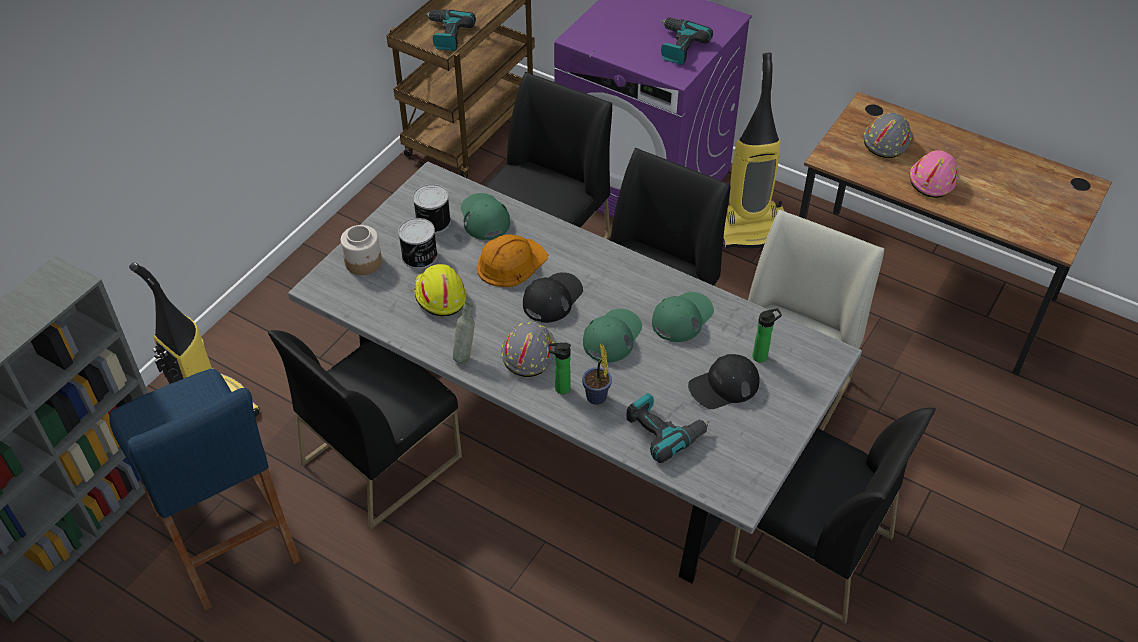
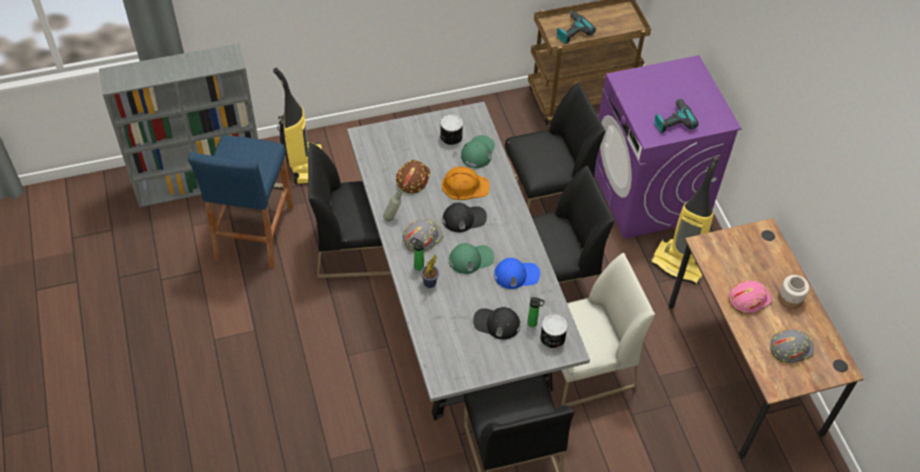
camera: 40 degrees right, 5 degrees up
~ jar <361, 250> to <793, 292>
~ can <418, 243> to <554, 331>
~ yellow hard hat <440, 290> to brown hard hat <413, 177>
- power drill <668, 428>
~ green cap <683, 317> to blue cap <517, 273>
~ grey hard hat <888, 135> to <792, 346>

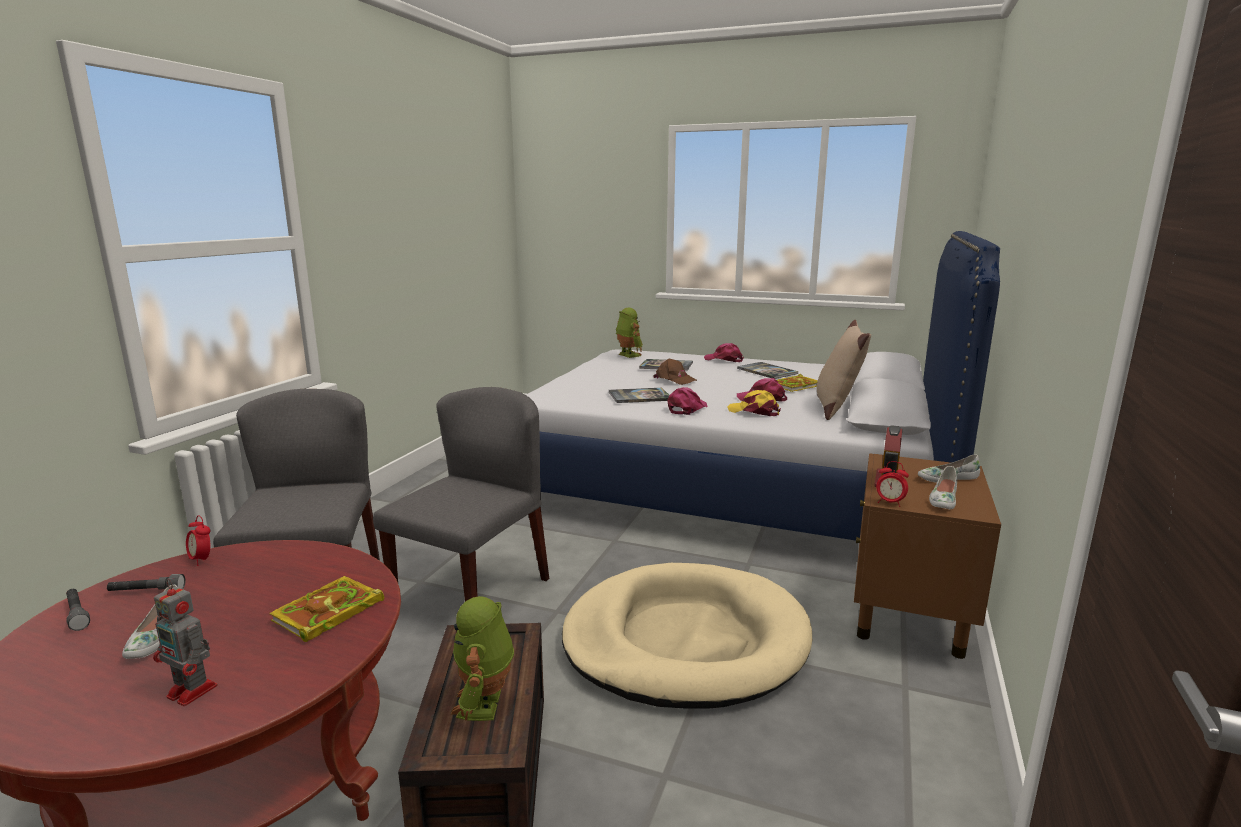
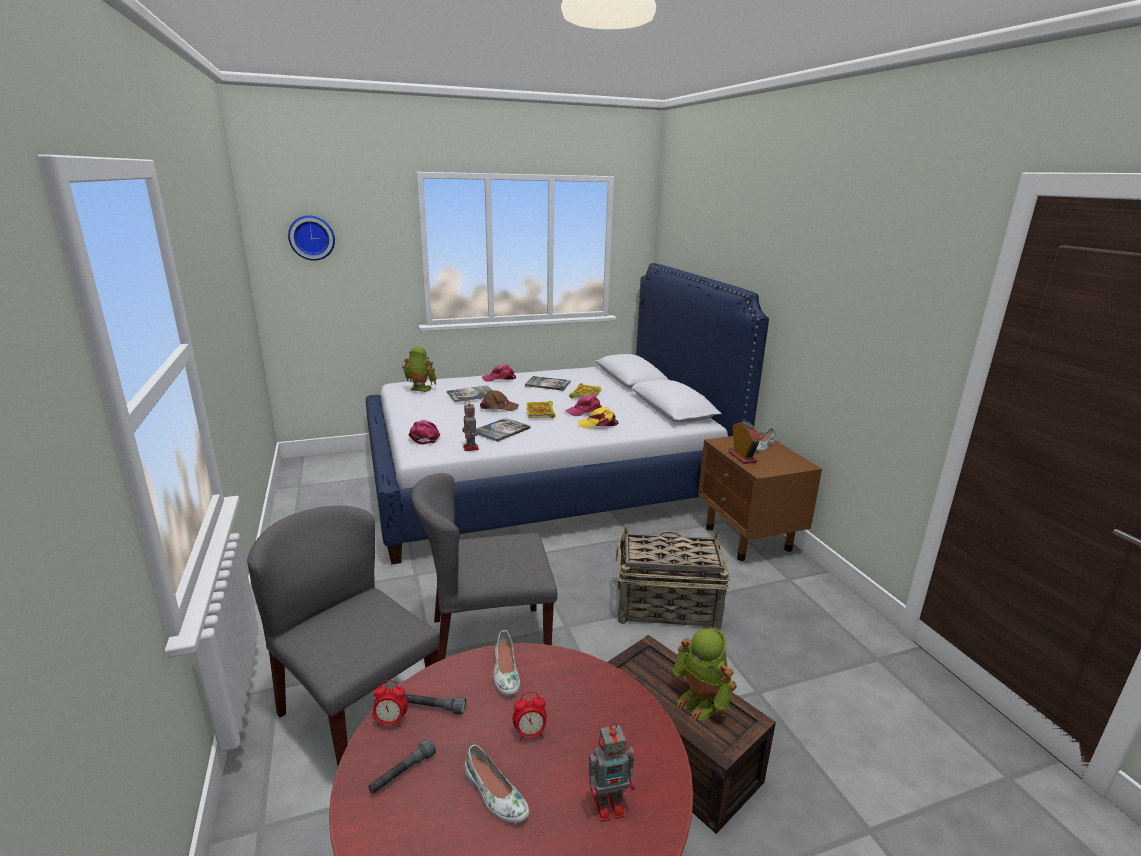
camera: 40 degrees left, 5 degrees up
~ grey flashlight <78, 610> to <435, 704>
~ book <327, 609> to <541, 409>
~ grey chair <461, 494> = <484, 567> 90 degrees counterclockwise
~ beige dog bed <687, 636> to basket <673, 578>
~ pink cap <687, 401> to <424, 432>
- beige pillow <844, 370>
~ alarm clock <892, 484> to <529, 717>
~ white shoe <943, 487> to <506, 662>
+ wall clock <311, 238>
+ toy robot <470, 426>

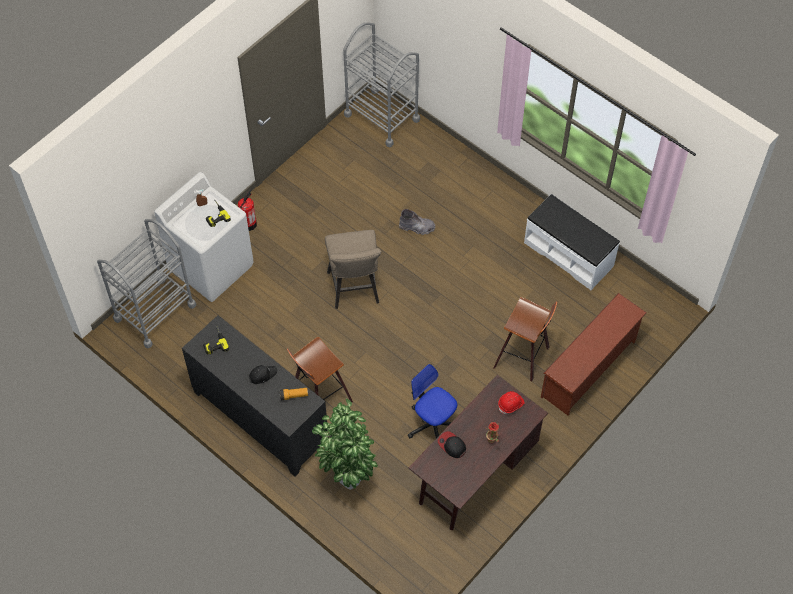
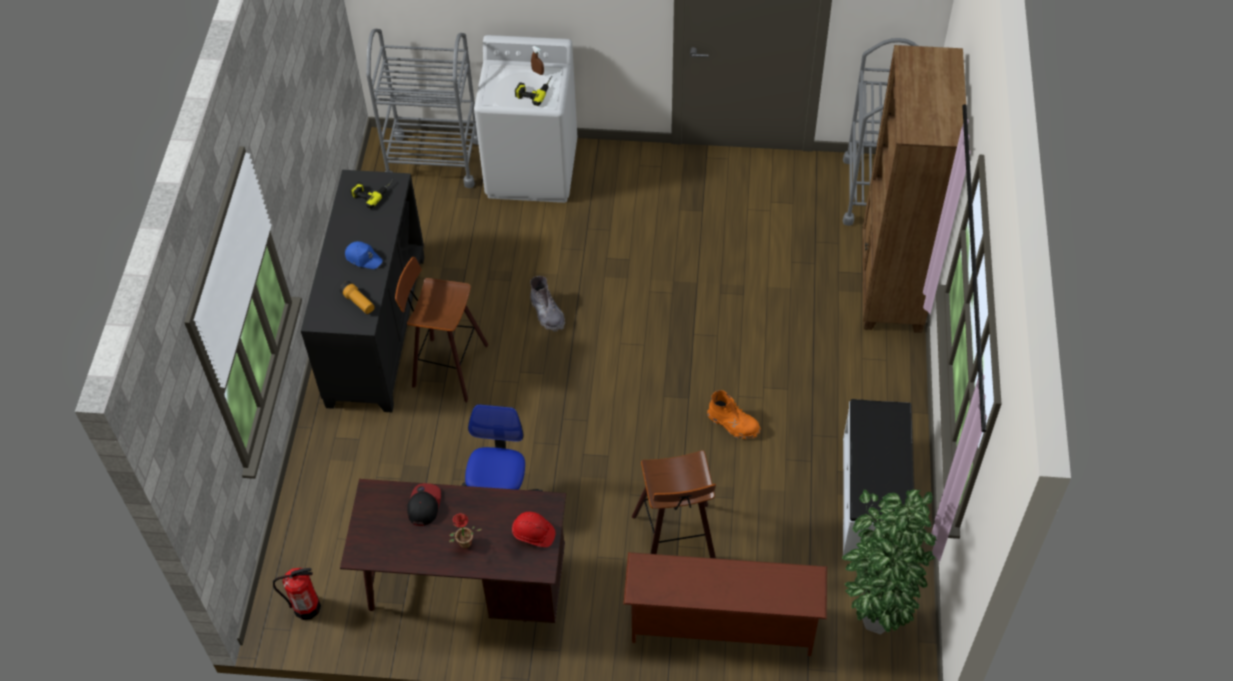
camera: 55 degrees right, 5 degrees down
~ fire extinguisher <247, 210> to <297, 594>
~ black cap <263, 374> to blue cap <364, 255>
~ potted plant <345, 444> to <889, 562>
- beige stool <353, 269>
~ grey boot <417, 222> to <547, 304>
+ orange boot <734, 415>
+ brown bookcase <914, 189>

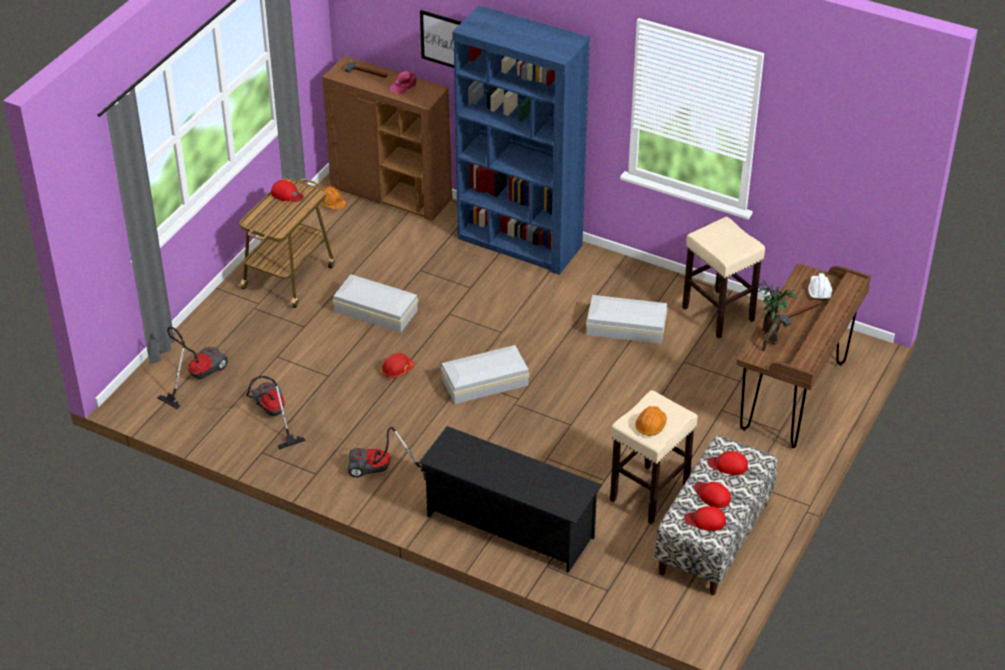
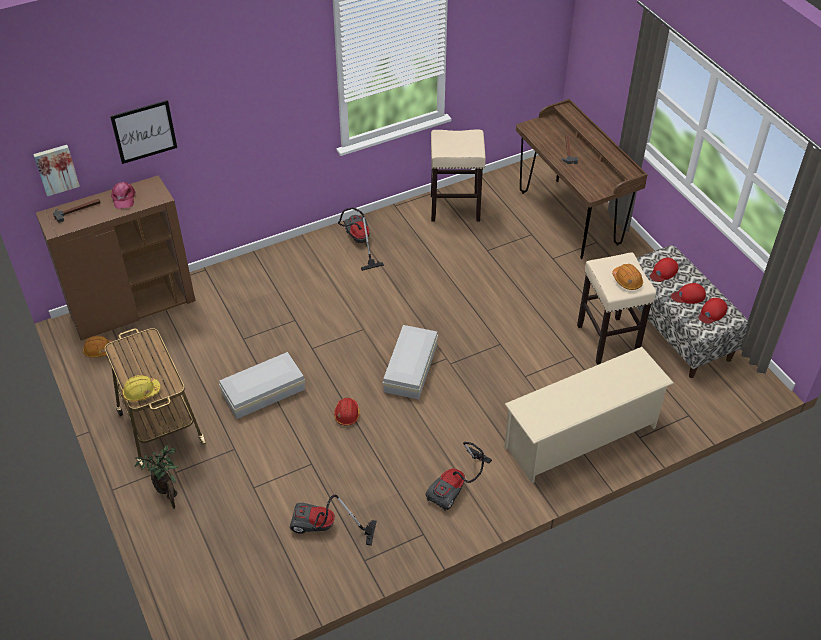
camera: 55 degrees left, 5 degrees up
~ vacuum cleaner <192, 367> to <361, 239>
- red cap <287, 191>
~ black shoe rack <510, 499> to beige shoe rack <589, 415>
- blue bookcase <521, 140>
- white storage box <627, 319>
~ potted plant <777, 315> to <156, 477>
- white hard hat <820, 286>
+ picture <56, 170>
+ yellow hard hat <141, 388>

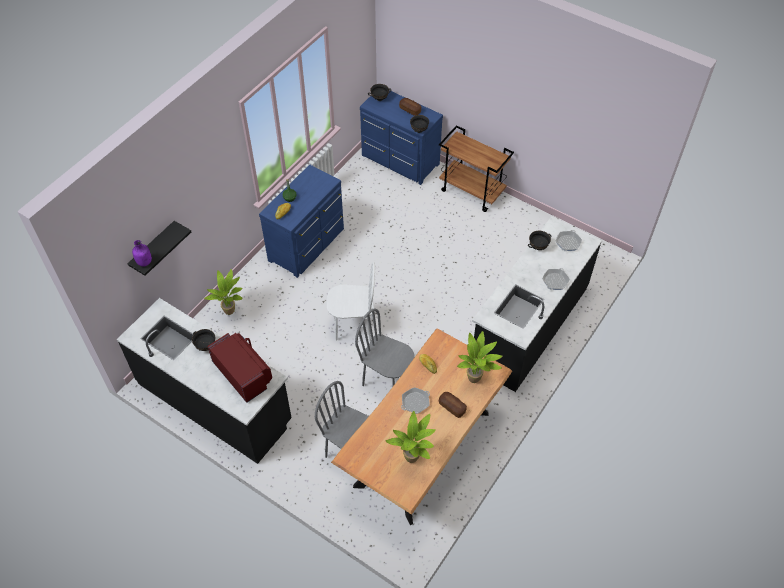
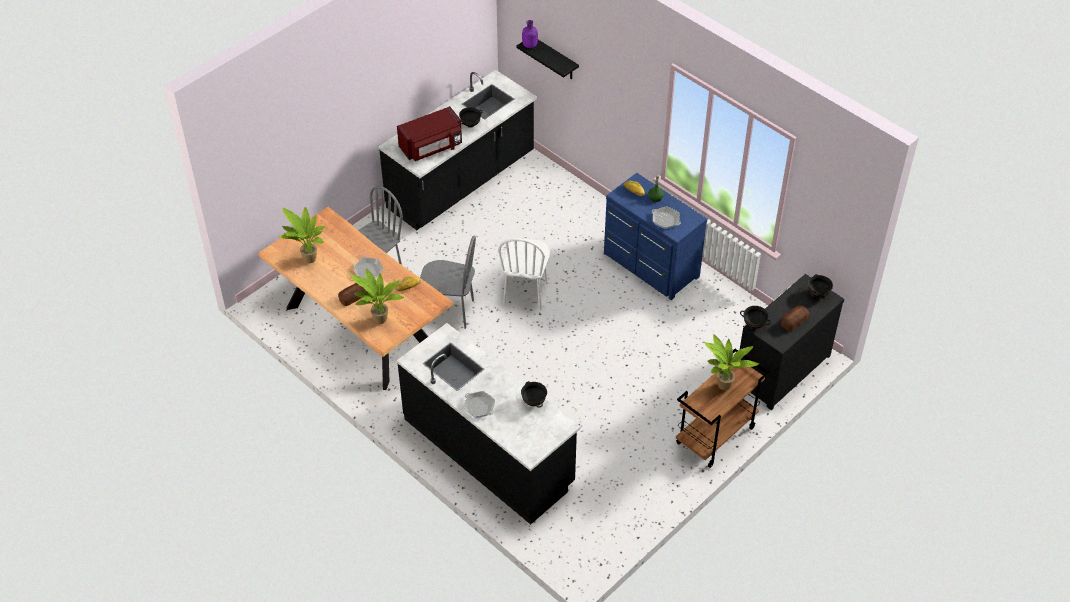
camera: 100 degrees right, 5 degrees down
~ potted plant <223, 292> to <732, 362>
~ grey chair <384, 348> = <448, 282> 60 degrees clockwise
~ blue dresser <401, 137> to black dresser <792, 342>
~ frying pan <569, 240> to <666, 217>

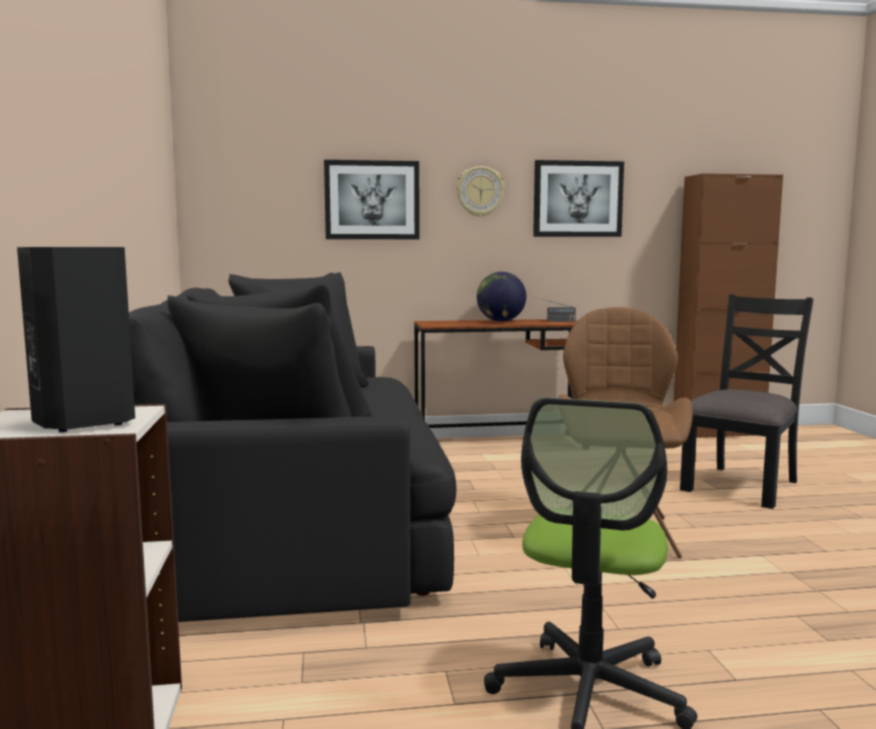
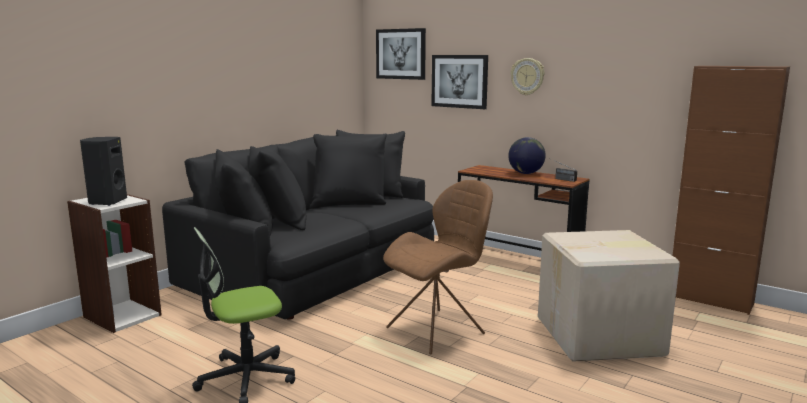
camera: 45 degrees right, 5 degrees up
~ picture <578, 198> to <401, 54>
~ black chair <747, 401> to cardboard box <609, 296>

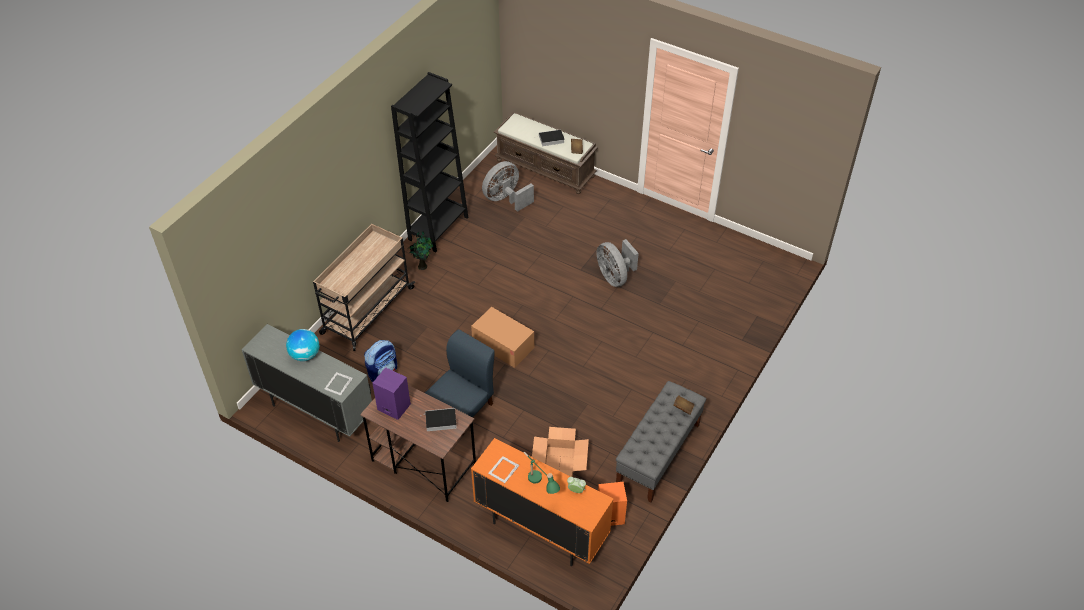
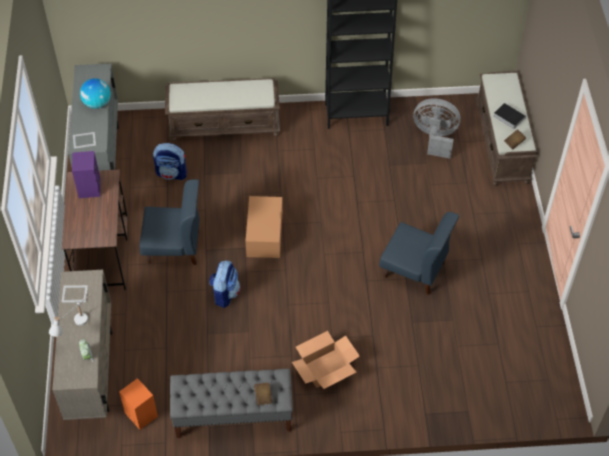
camera: 55 degrees right, 5 degrees up
~ beige cart <364, 287> to brown bench <222, 110>
- potted plant <421, 250>
- book <438, 419>
~ orange cabinet <542, 502> to beige cabinet <82, 345>
~ green table lamp <542, 473> to white table lamp <70, 315>
~ cardboard box <560, 452> to <326, 360>
~ grey fan <618, 263> to blue chair <419, 253>
+ backpack <225, 284>

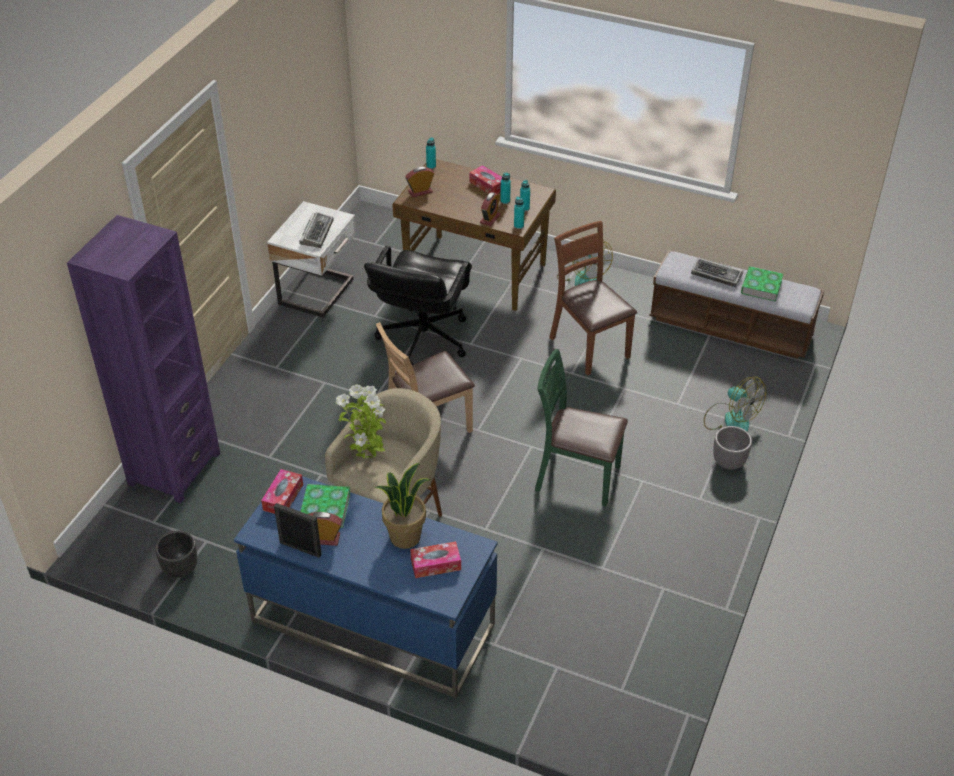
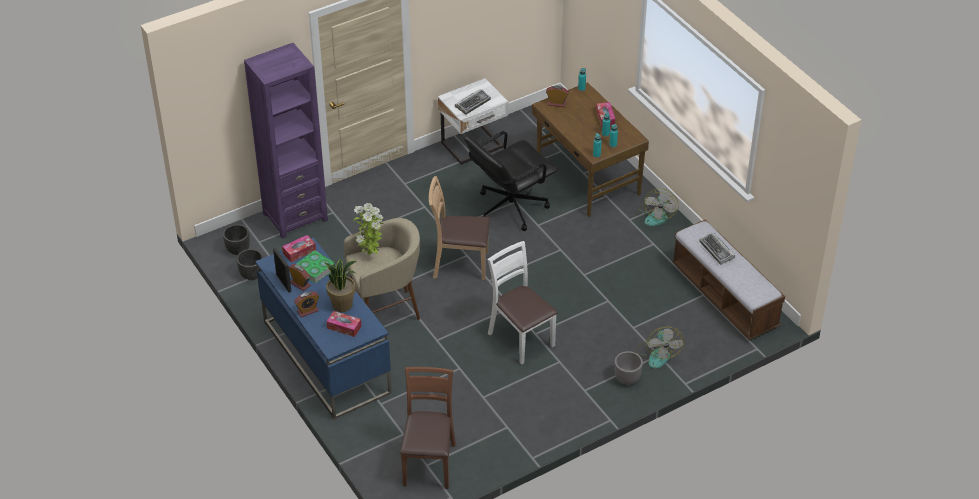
camera: 35 degrees right, 0 degrees up
~ alarm clock <490, 209> to <306, 304>
~ green chair <581, 427> to white chair <523, 303>
~ brown chair <593, 298> to <428, 428>
- book <762, 284>
+ black planter <236, 239>

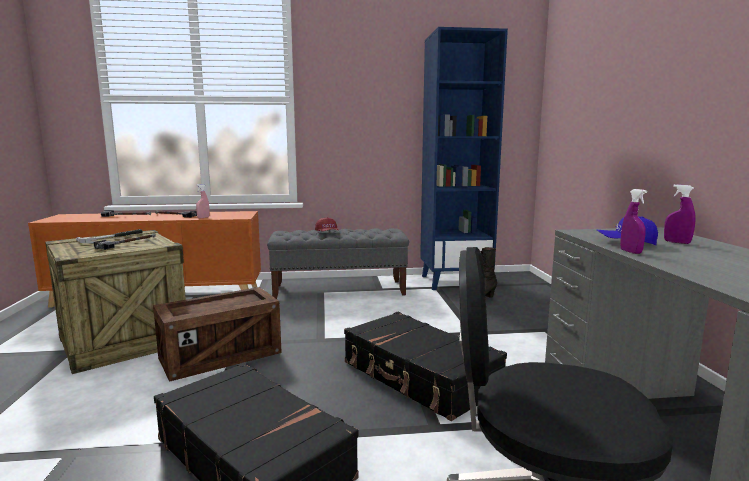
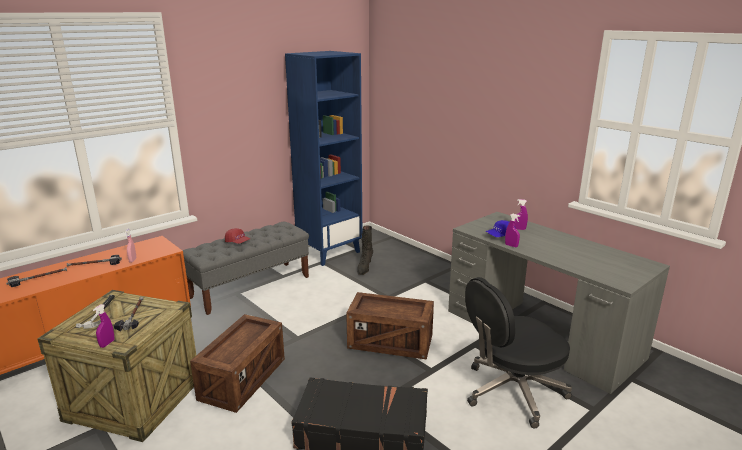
camera: 35 degrees left, 10 degrees up
~ black suitcase <425, 366> to crate <390, 326>
+ purple spray bottle <103, 326>

